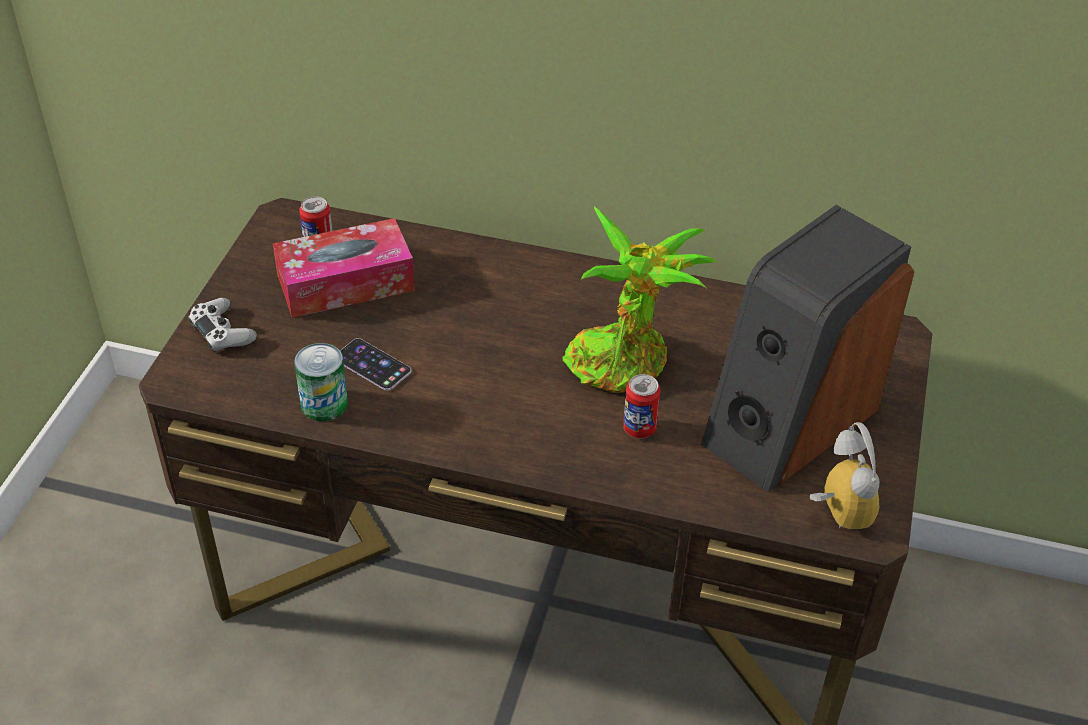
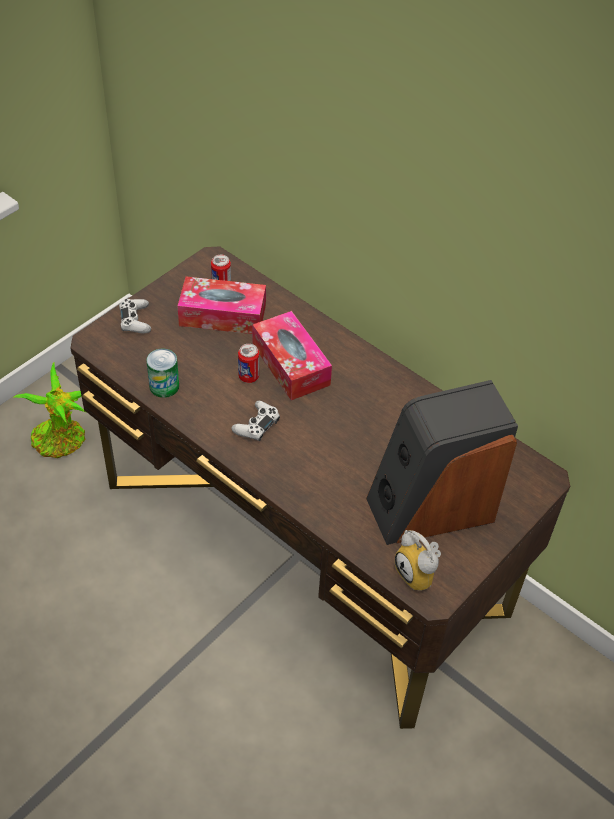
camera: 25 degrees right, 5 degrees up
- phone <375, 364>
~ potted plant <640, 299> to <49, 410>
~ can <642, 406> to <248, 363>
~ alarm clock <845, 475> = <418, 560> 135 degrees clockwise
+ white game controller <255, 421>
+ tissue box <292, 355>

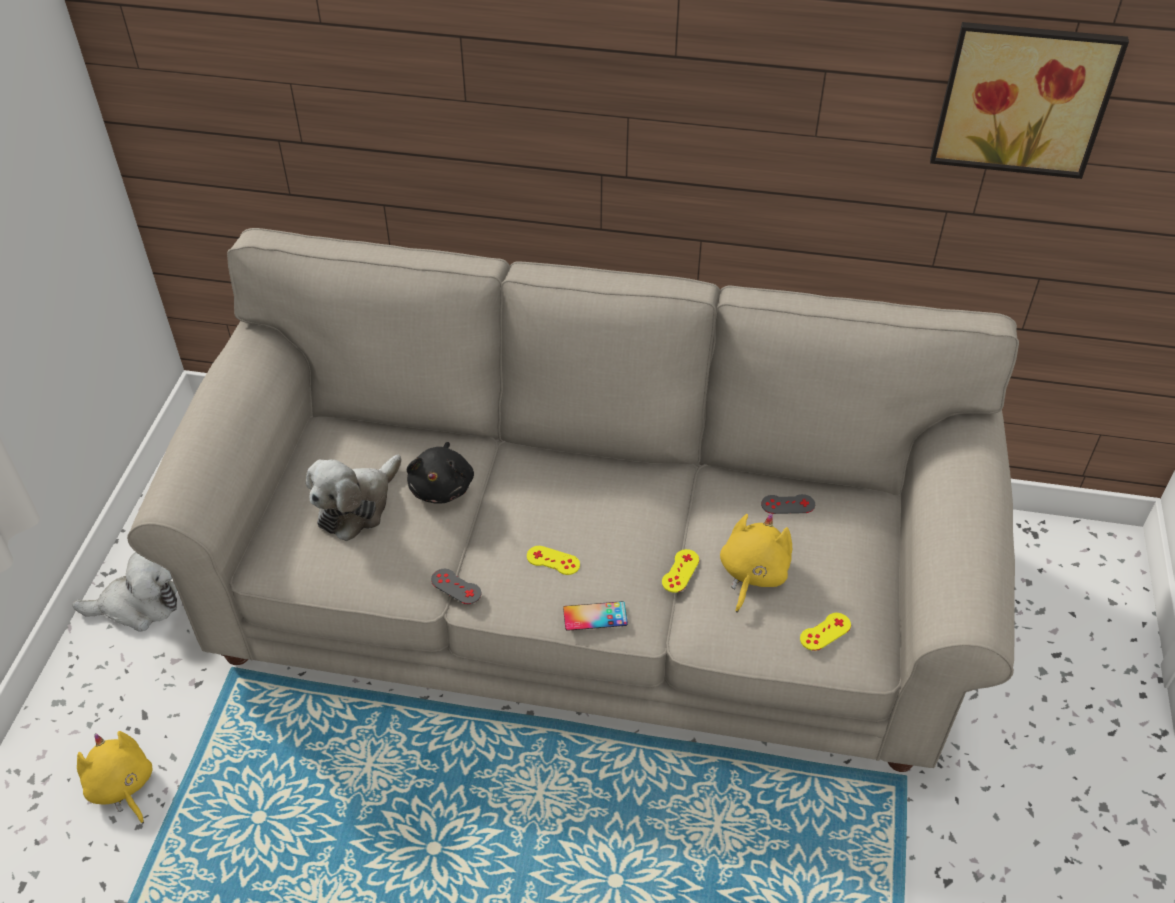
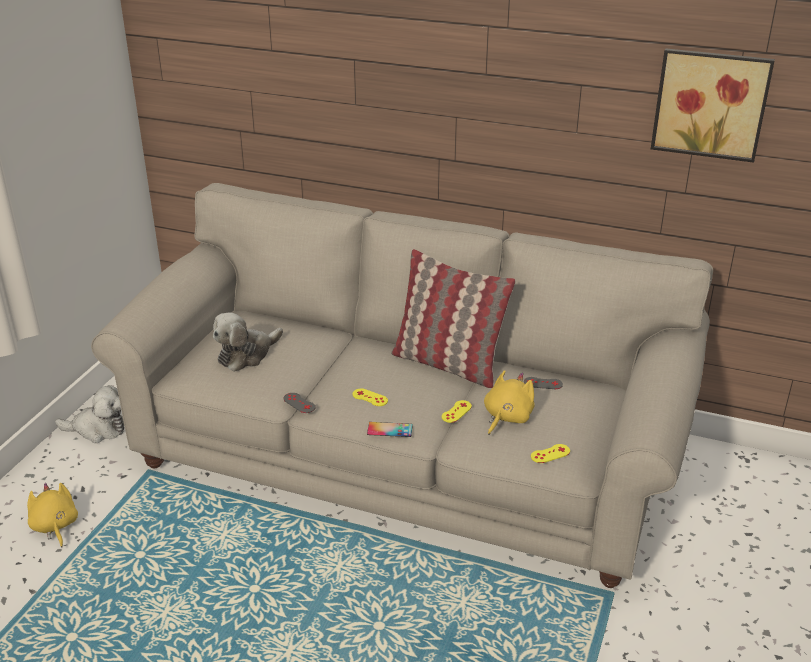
camera: 10 degrees right, 15 degrees down
- black plush toy <440, 473>
+ pillow <453, 318>

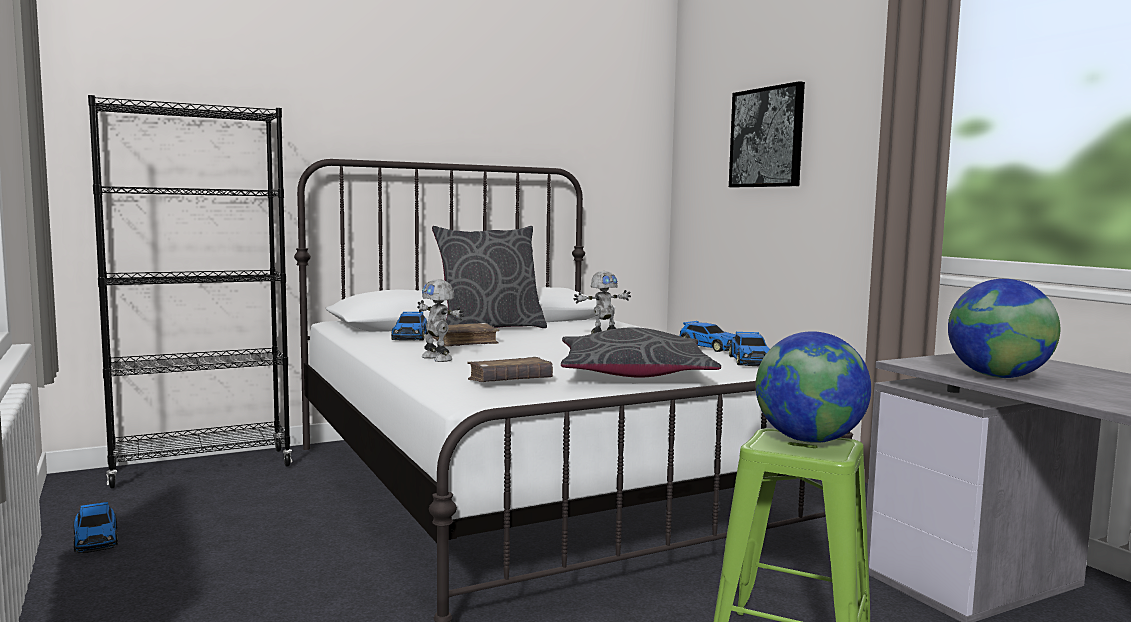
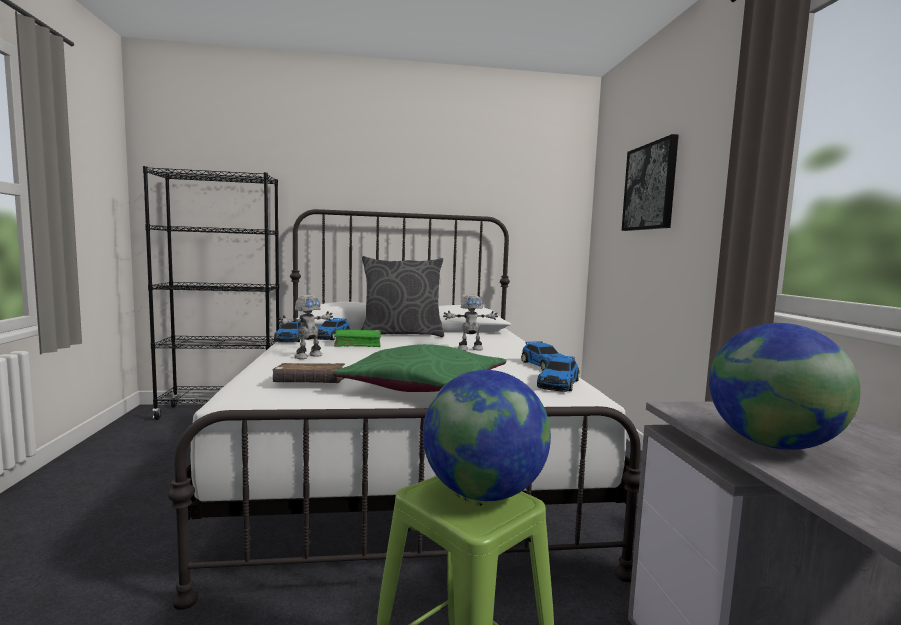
camera: 20 degrees right, 0 degrees up
~ toy car <95, 527> to <287, 332>
~ toy robot <440, 320> = <305, 327> 120 degrees counterclockwise
~ brown book <465, 335> to green book <357, 338>
~ grey pillow <641, 352> to green pillow <419, 368>

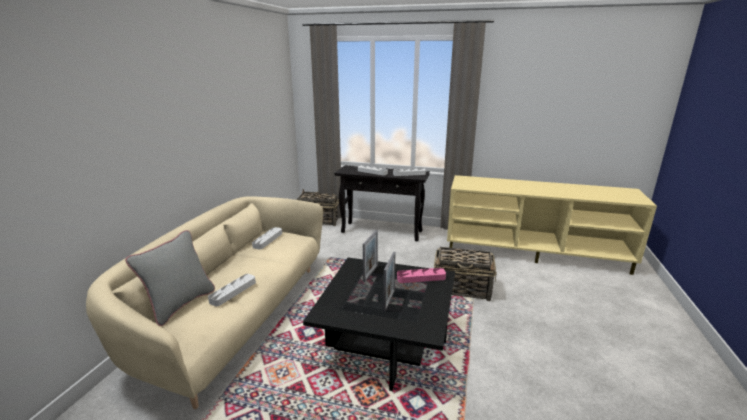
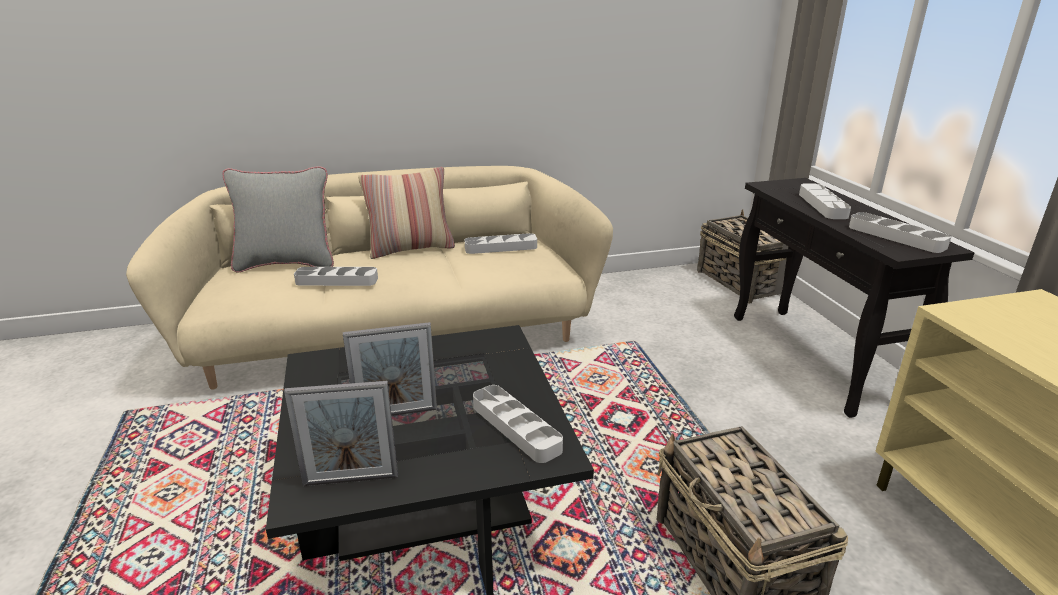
camera: 60 degrees right, 5 degrees up
~ picture frame <370, 256> to <341, 433>
~ pink tray <421, 275> to grey tray <518, 424>
+ pillow <406, 213>

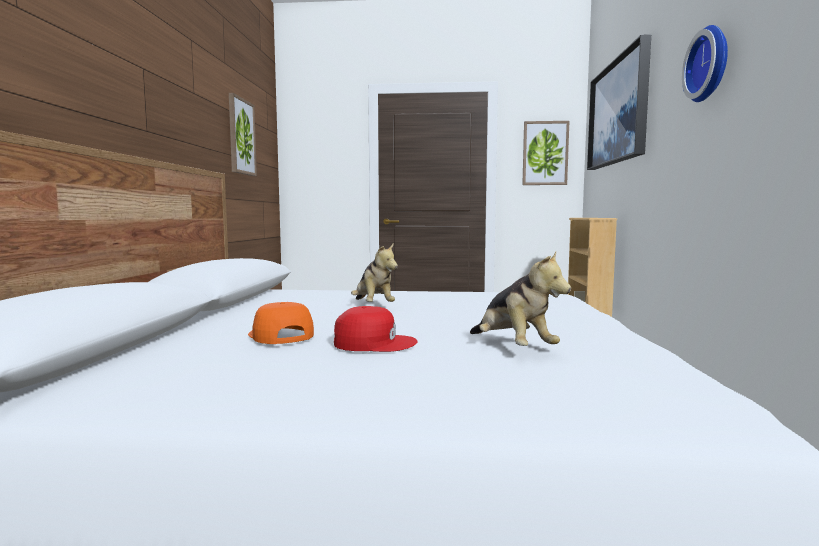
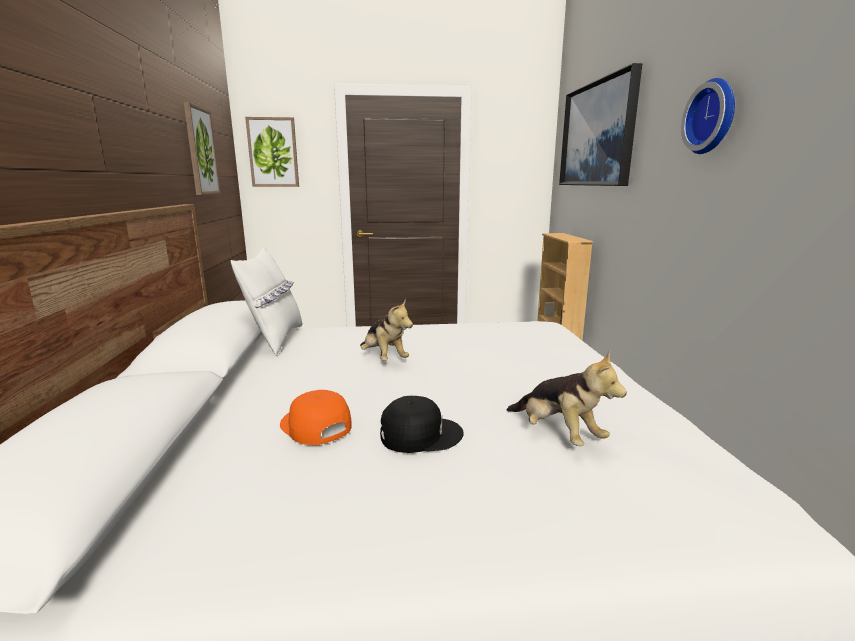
camera: 10 degrees left, 10 degrees up
~ red cap <375, 329> to black cap <422, 424>
~ picture <545, 153> to <272, 152>
+ white pillow <267, 301>

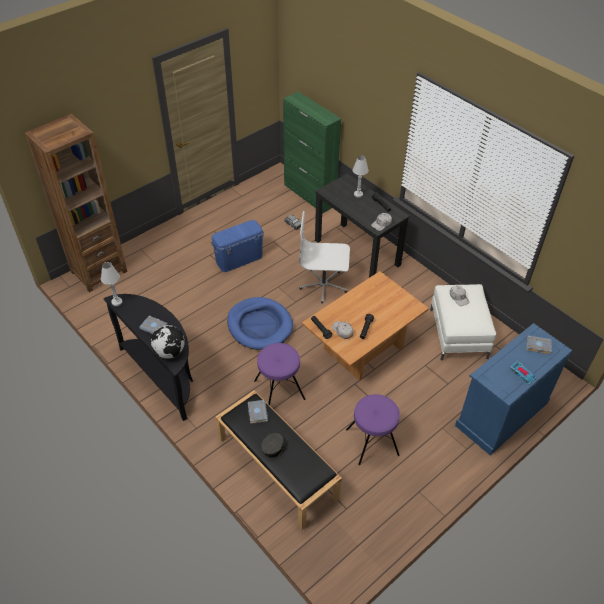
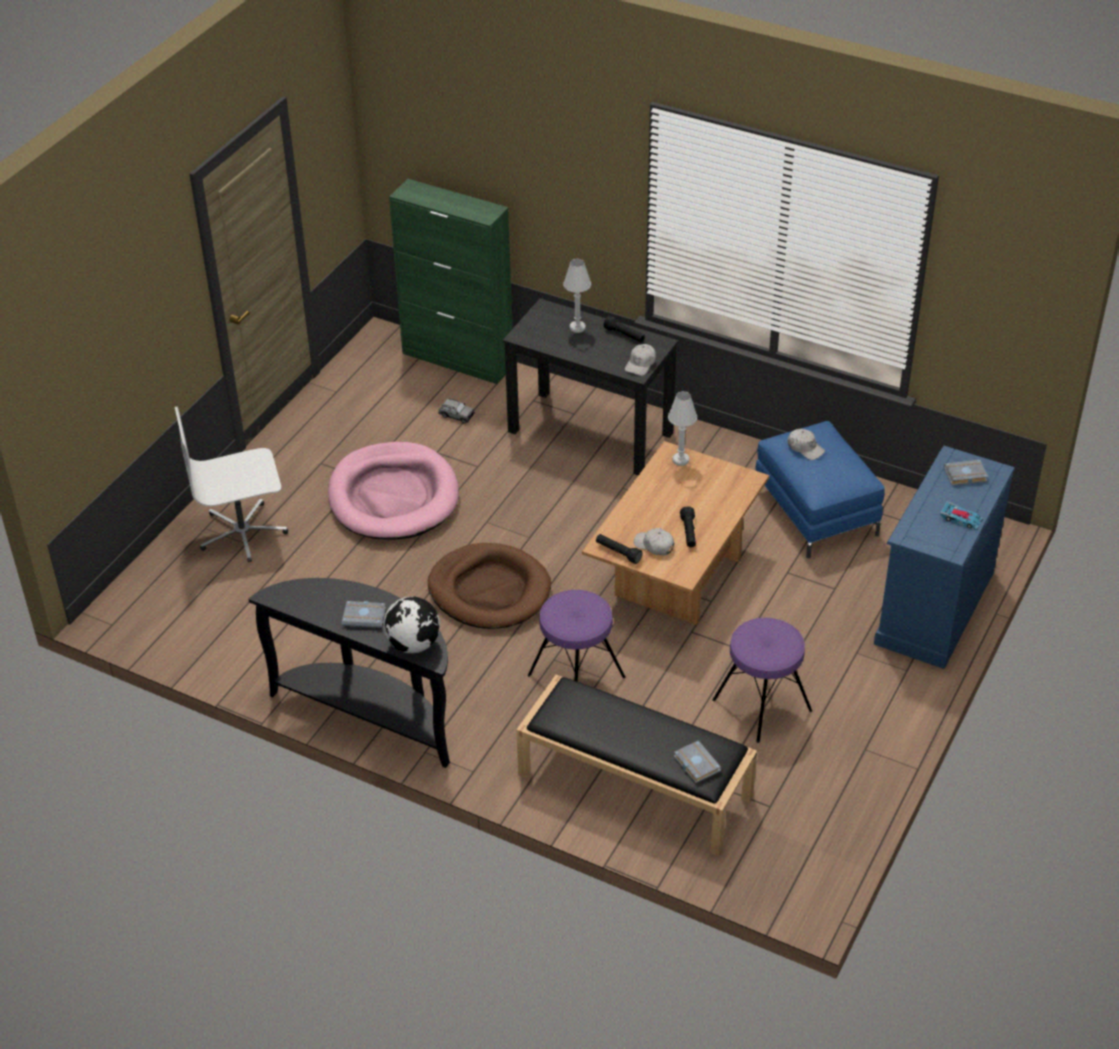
camera: 20 degrees left, 5 degrees down
- brown bookcase <76, 203>
~ white table lamp <111, 284> to <682, 428>
~ blue storage box <237, 246> to pink dog bed <393, 491>
~ blue dog bed <260, 323> to brown dog bed <489, 586>
~ grey book <258, 412> to <698, 762>
- grey cap <274, 445>
~ white office chair <324, 257> to <231, 484>
~ white ottoman <463, 322> to blue ottoman <820, 489>

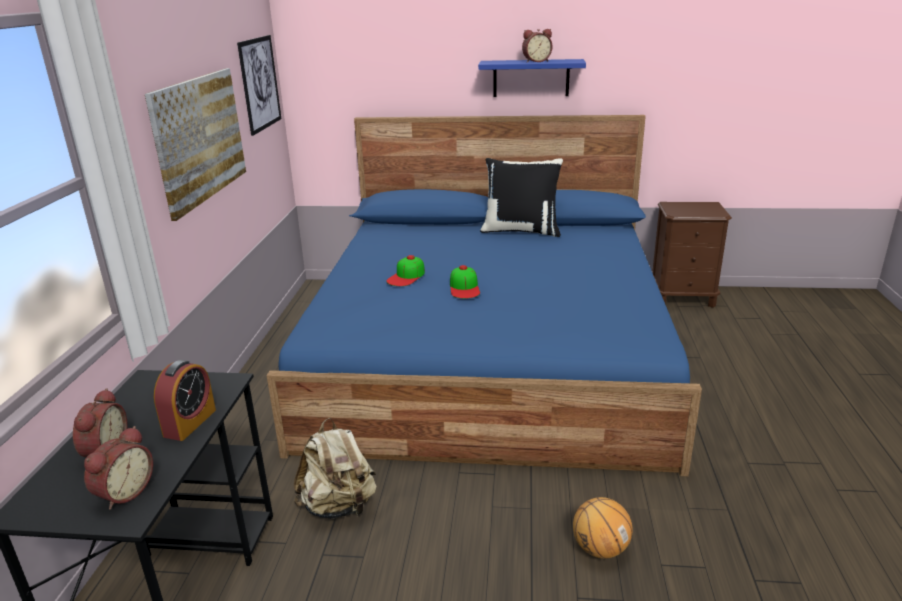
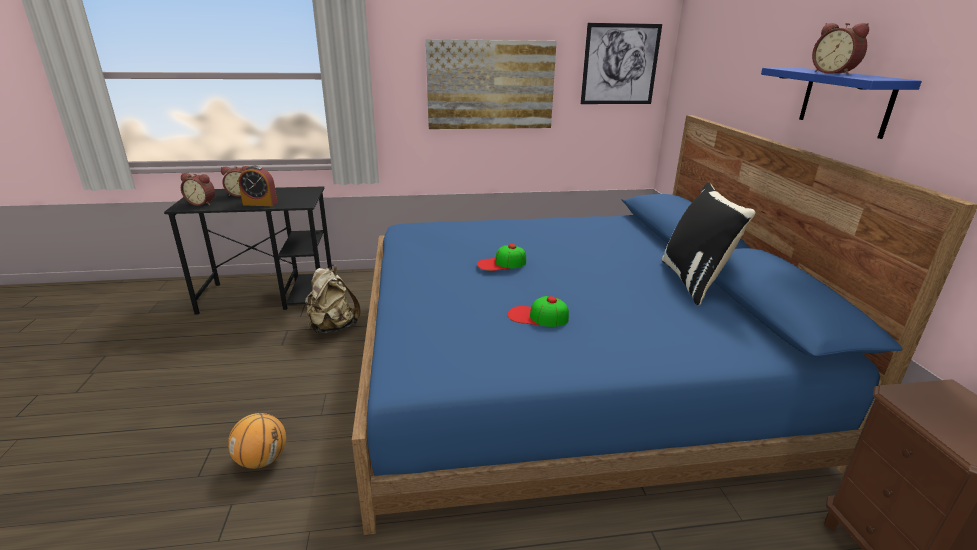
camera: 75 degrees right, 0 degrees up
~ cap <405, 270> to <538, 311>

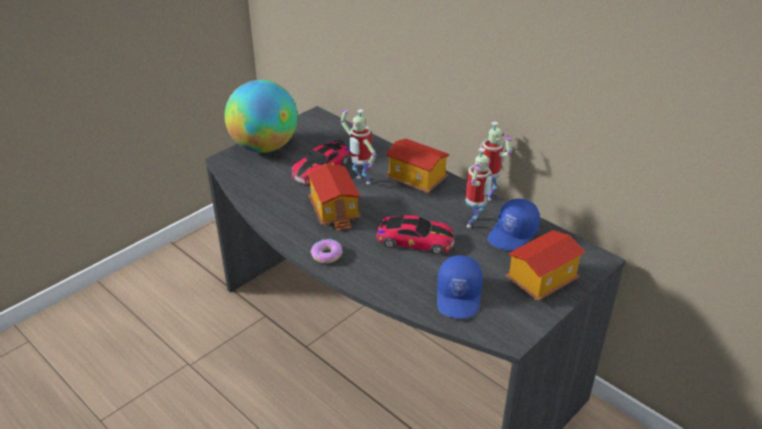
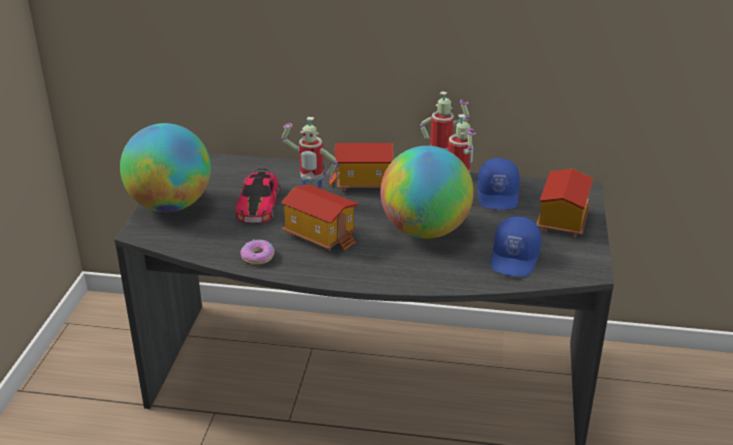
camera: 35 degrees left, 5 degrees down
~ donut <326, 251> to <258, 251>
~ toy car <415, 234> to globe <427, 192>
~ blue cap <460, 287> = <516, 246> 45 degrees clockwise

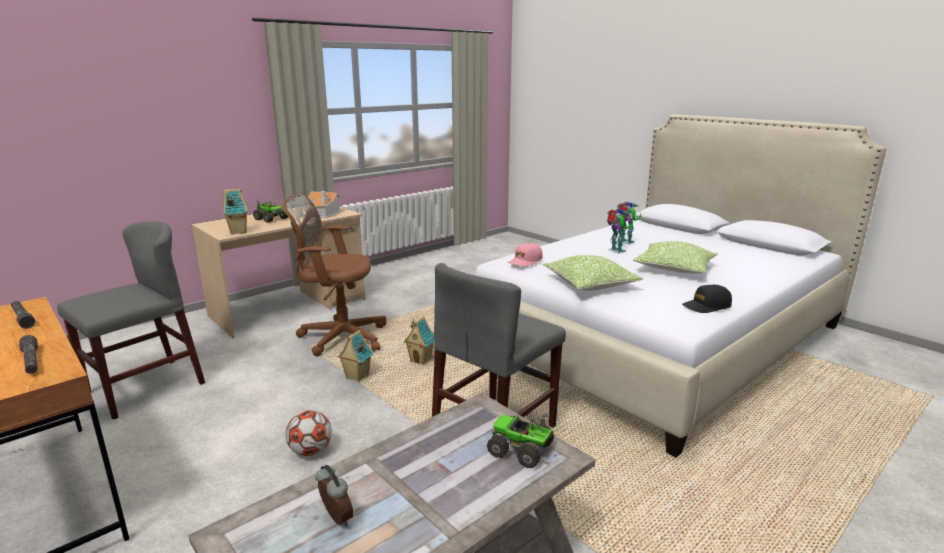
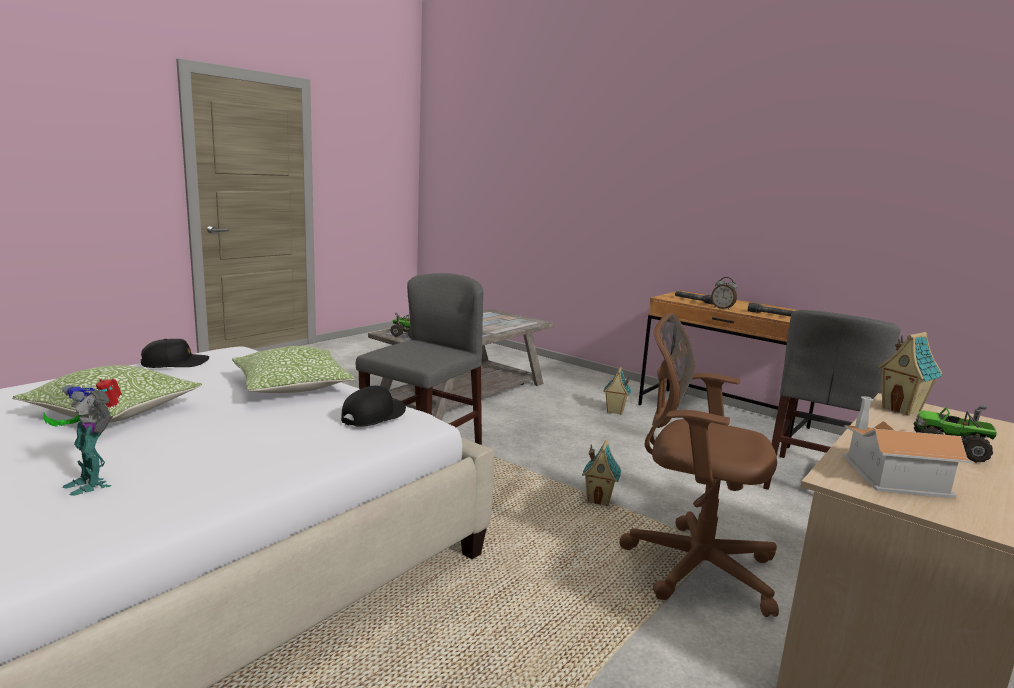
camera: 170 degrees right, 5 degrees down
~ brown office chair <334, 274> = <699, 464> 150 degrees counterclockwise
- football <309, 433>
~ alarm clock <334, 495> to <724, 293>
~ toy house <418, 340> to <617, 391>
~ pink cap <525, 255> to black cap <373, 406>
- toy robot <620, 231>

